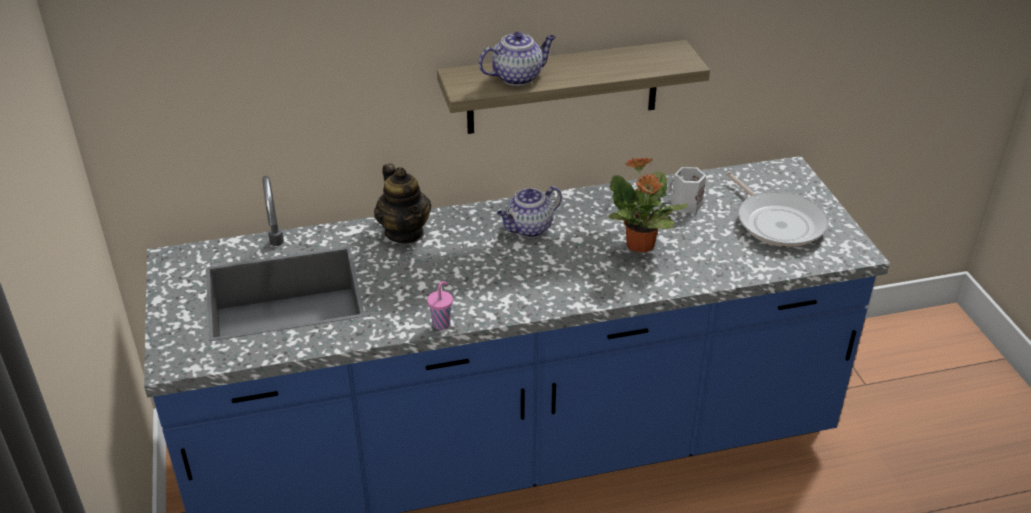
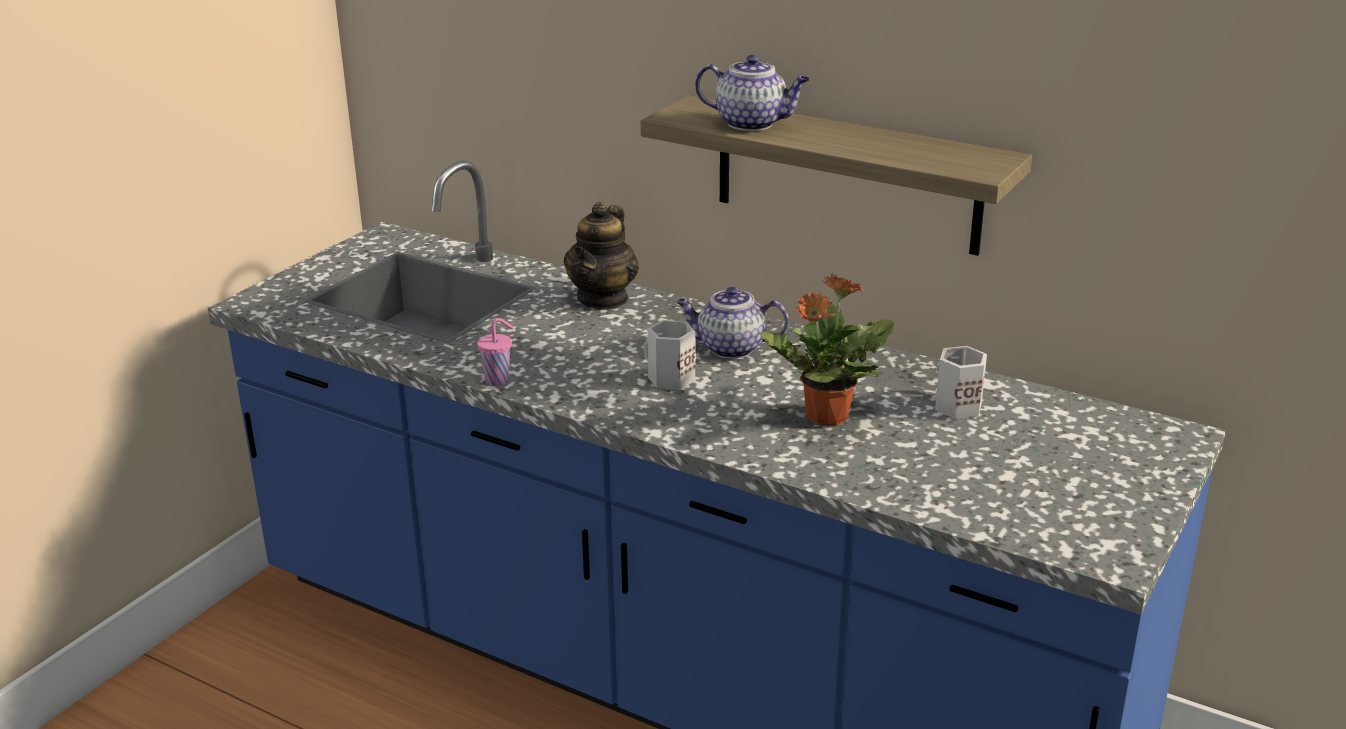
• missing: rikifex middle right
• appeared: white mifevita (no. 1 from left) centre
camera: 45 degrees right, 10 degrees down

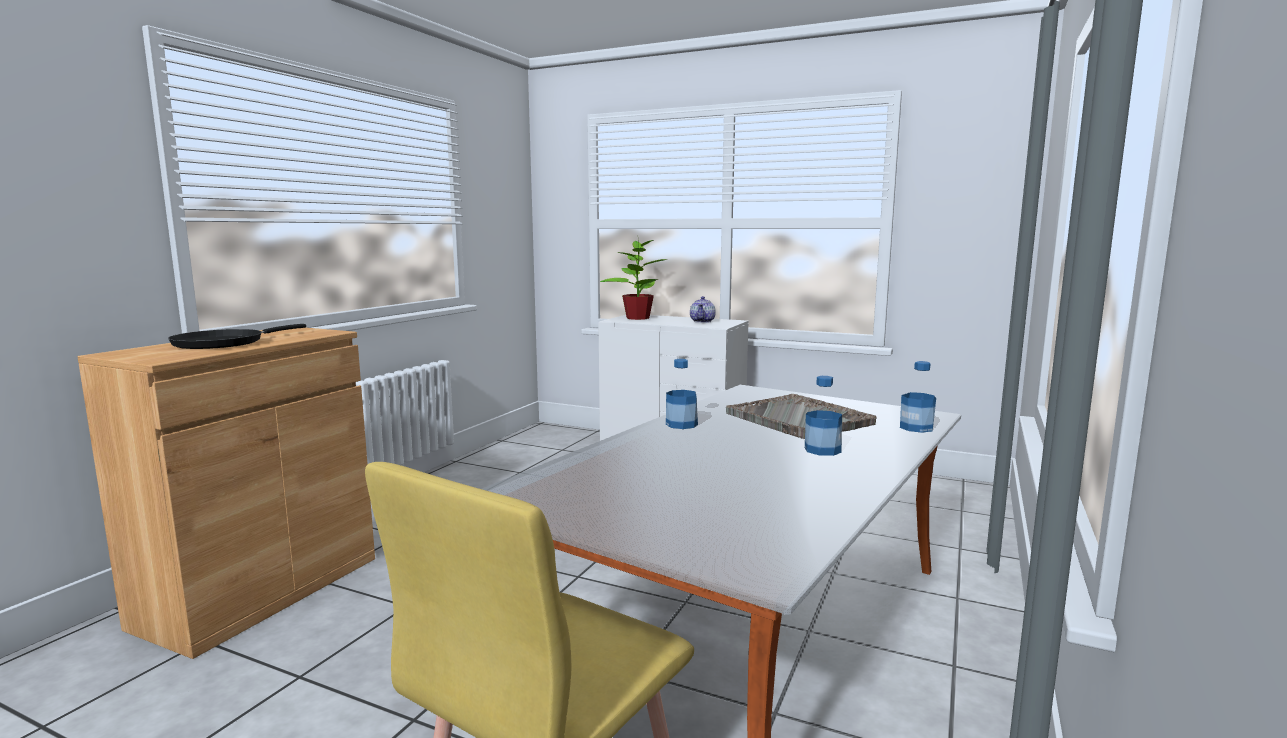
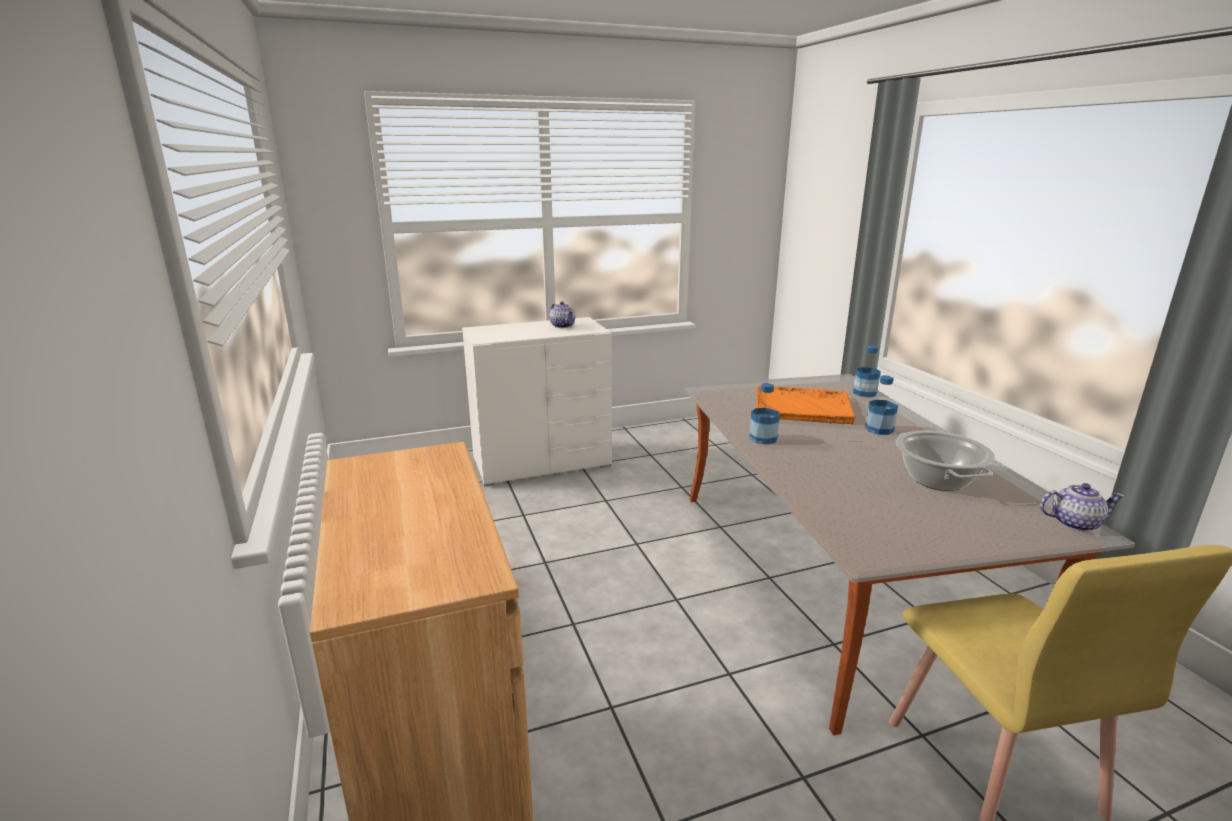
• missing: black rikifex middle left
• missing: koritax centre
• colour: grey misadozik centre to orange misadozik centre
• appeared: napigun middle right
• appeared: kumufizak (no. 2 from left) middle right
camera: 45 degrees left, 10 degrees up

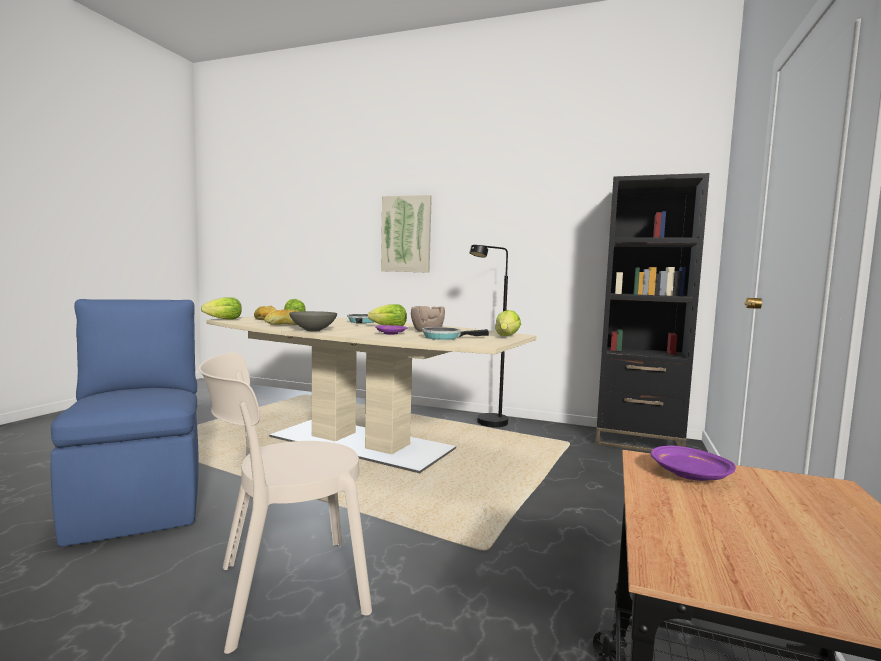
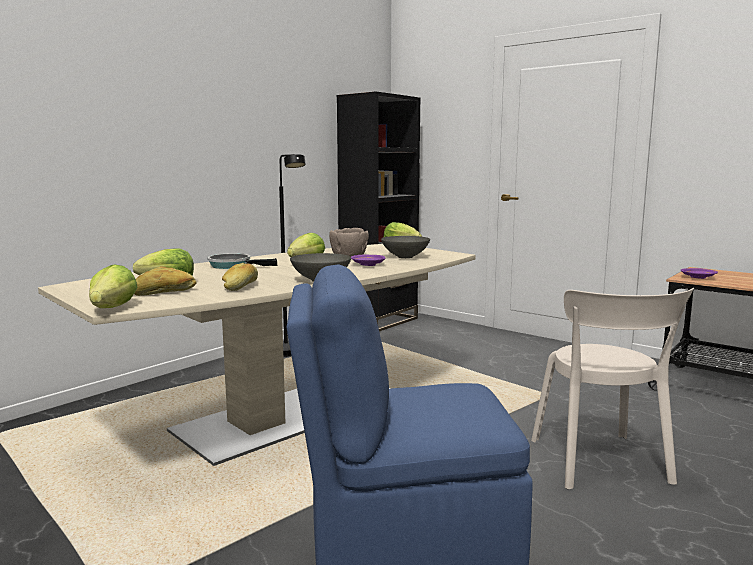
• missing: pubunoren centre
• exchanged: rikifex (no. 2 from left) centre to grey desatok (no. 2 from left) centre
camera: 70 degrees left, 5 degrees up

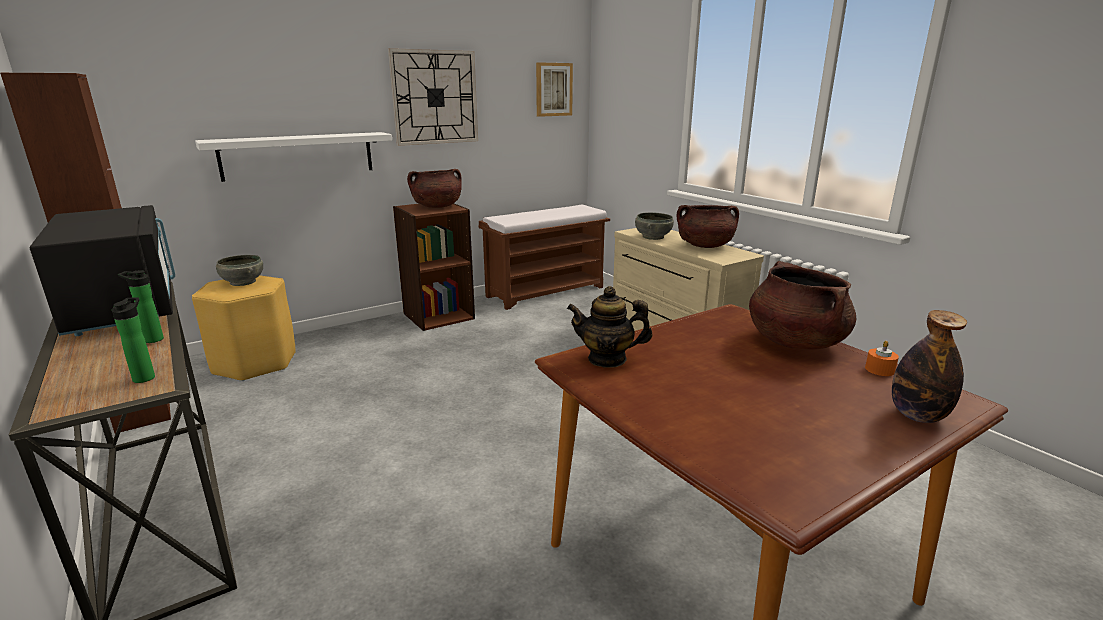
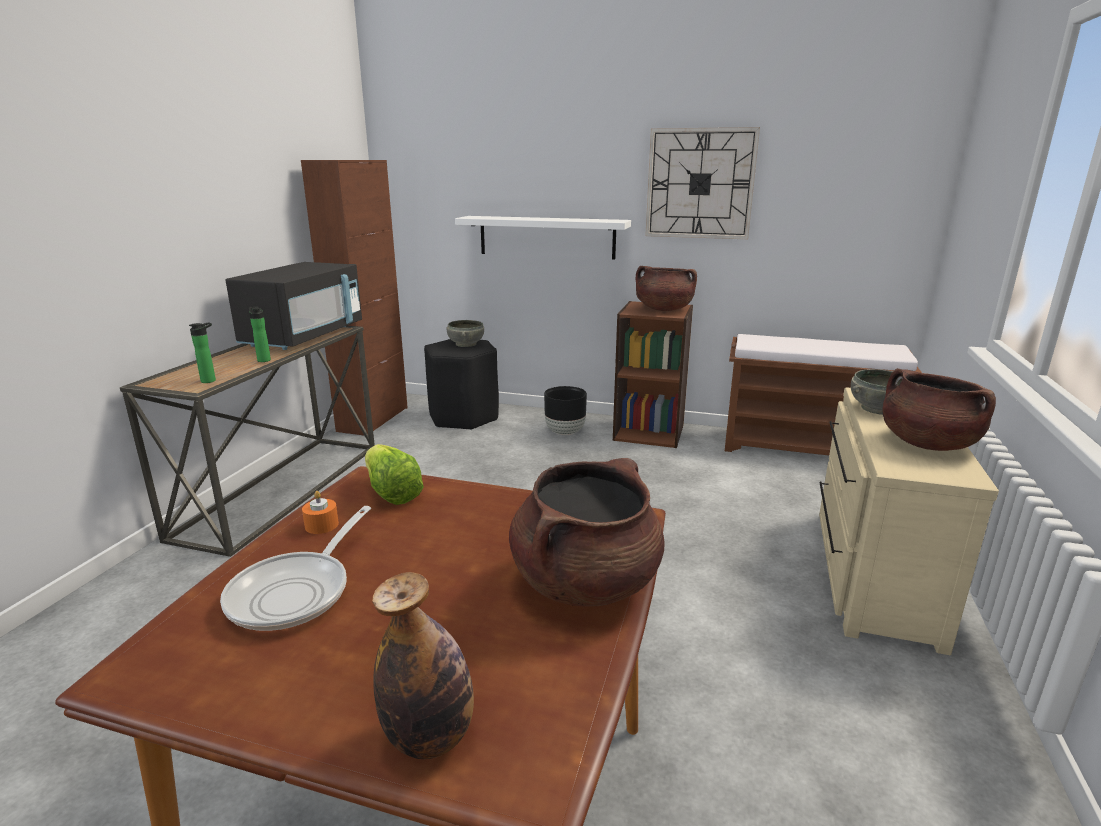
• colour: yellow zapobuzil middle left to black zapobuzil centre
• missing: pubunoren top centre
• exchanged: kumufizak centre to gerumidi centre
• relocated: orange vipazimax middle right to middle left
• appeared: rikifex bottom left
• appeared: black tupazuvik centre
camera: 50 degrees right, 0 degrees up

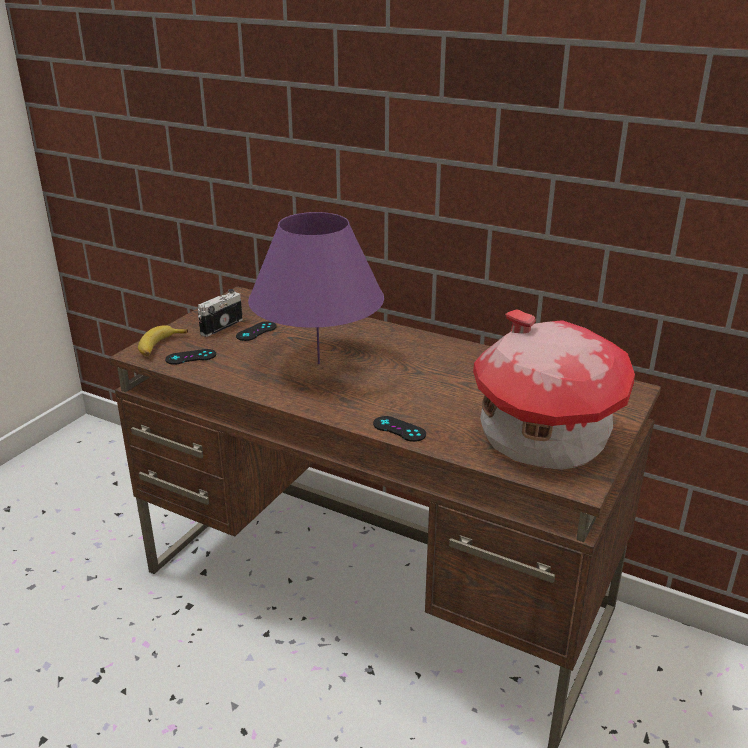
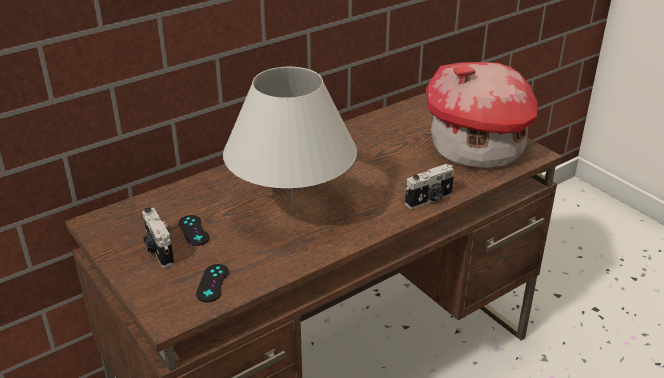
• missing: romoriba middle left
• colour: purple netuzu centre to white netuzu centre
• exchanged: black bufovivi (no. 3 from left) centre to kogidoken (no. 2 from left) centre
camera: 65 degrees left, 5 degrees up

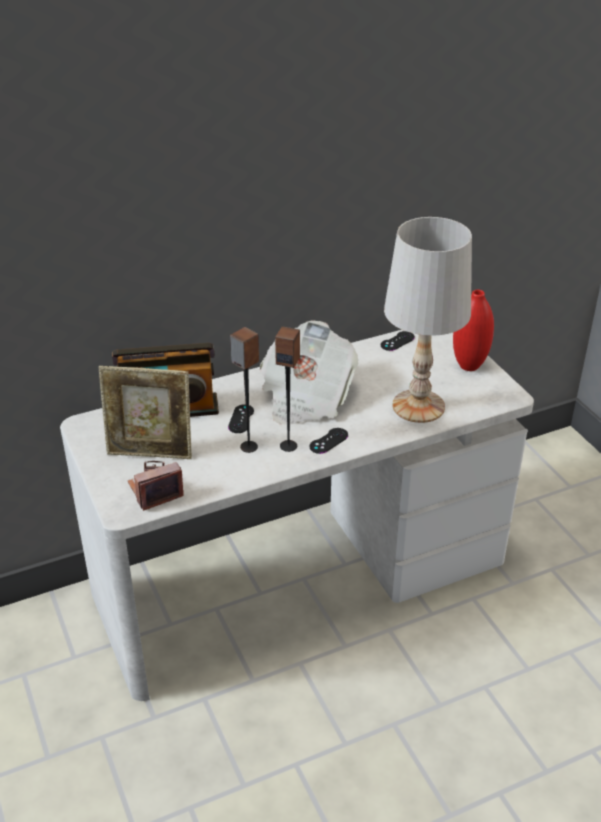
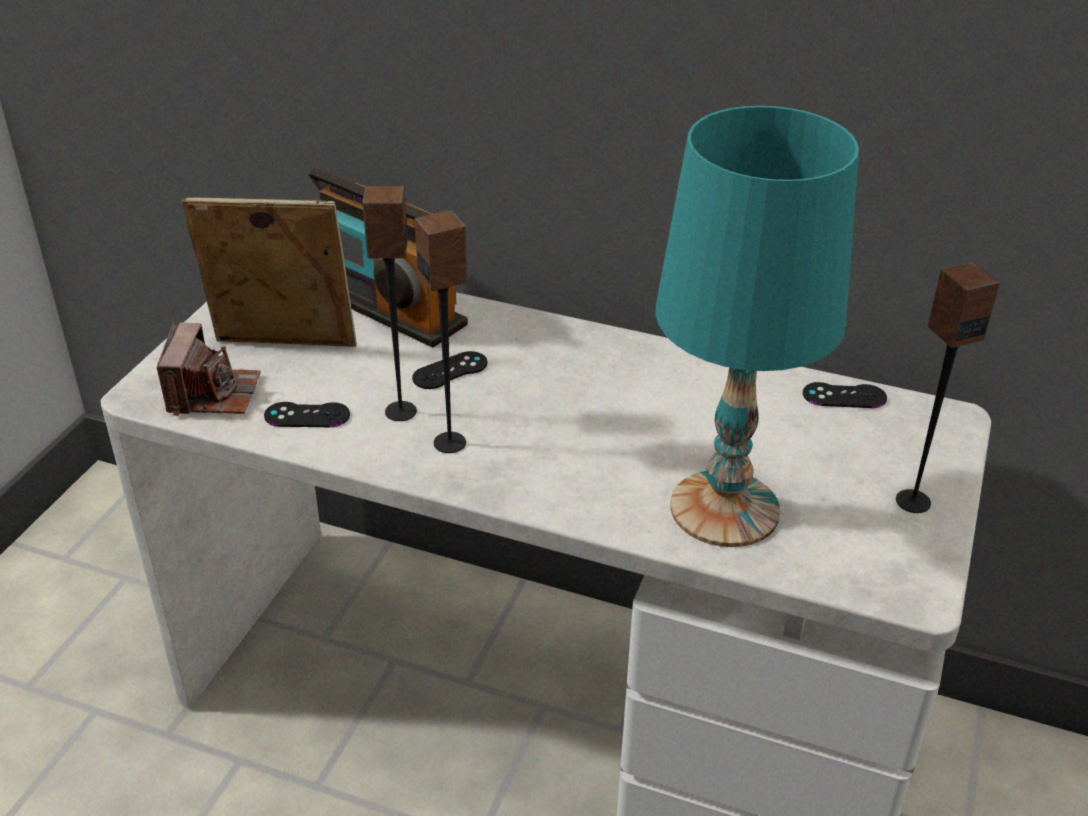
• spun: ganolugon middle left = middle left 135 degrees clockwise
• spun: kogidoken middle left = middle left 75 degrees clockwise
• missing: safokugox centre
• relocated: black bufovivi (no. 2 from left in the first image) centre to black bufovivi (no. 1 from left) middle left
• colour: white netuzu middle right to turquoise netuzu middle right
• exchanged: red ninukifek middle right to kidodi (no. 3 from left) middle right
camera: 45 degrees right, 0 degrees up

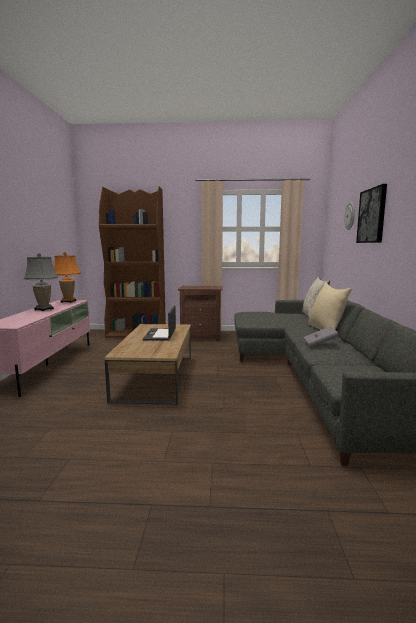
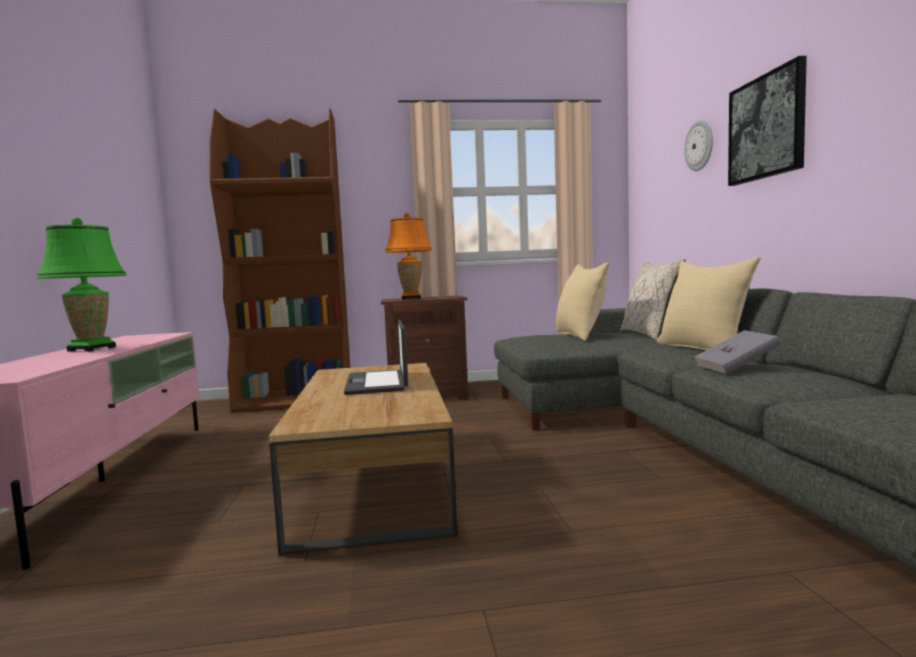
• colour: grey netuzu middle left to green netuzu middle left
• relocated: orange netuzu middle left to centre
• appeared: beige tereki (no. 1 from left) centre
camera: 10 degrees left, 5 degrees down

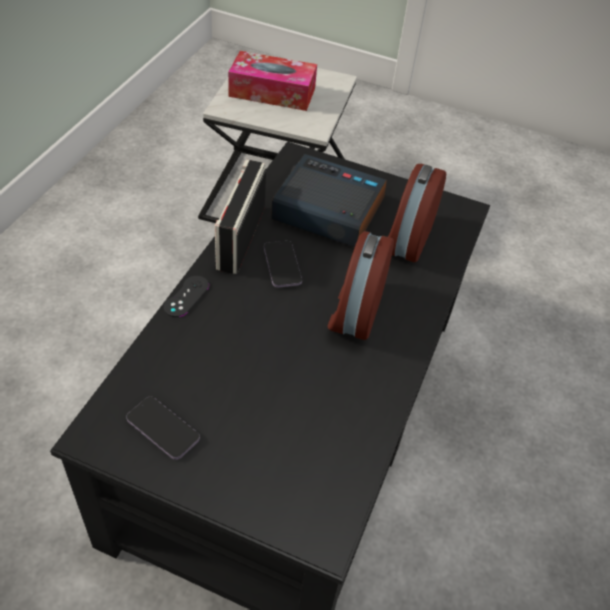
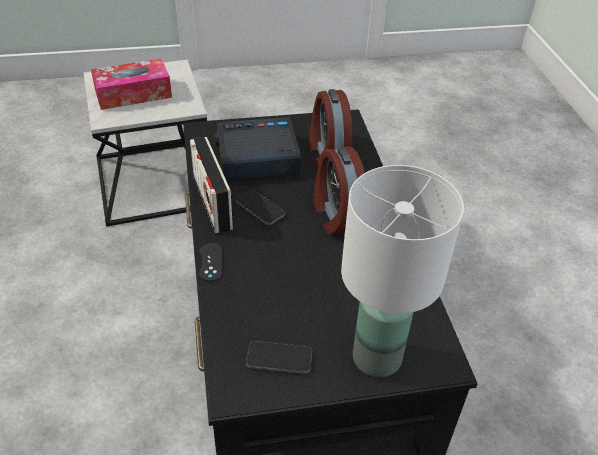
• appeared: white netuzu middle right
camera: 30 degrees left, 5 degrees down

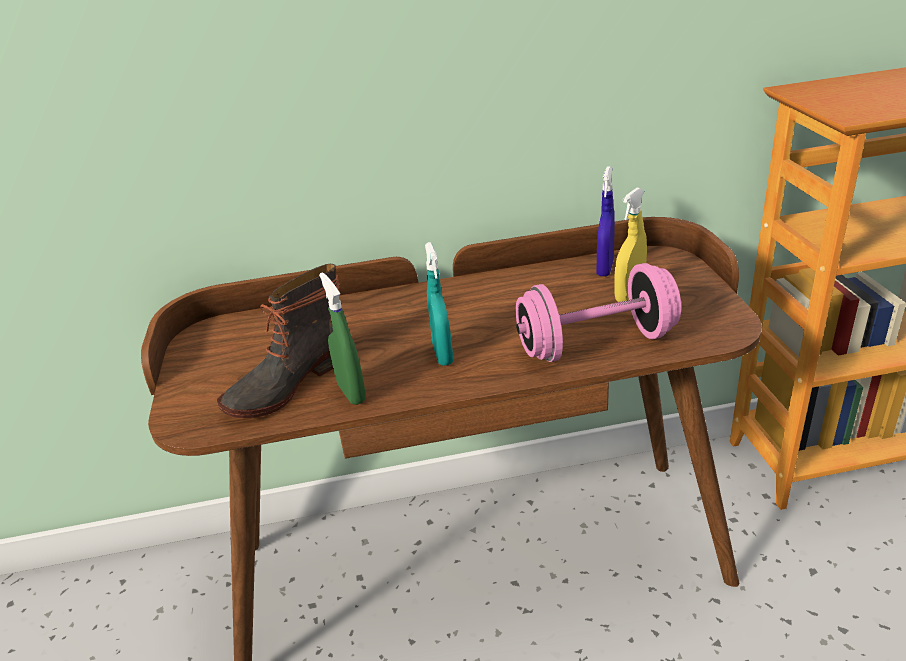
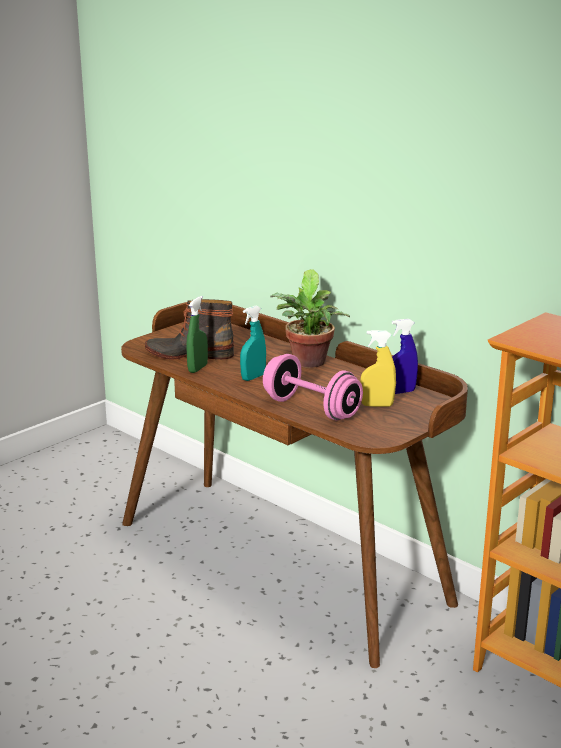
• appeared: koritax centre
camera: 50 degrees right, 10 degrees down

